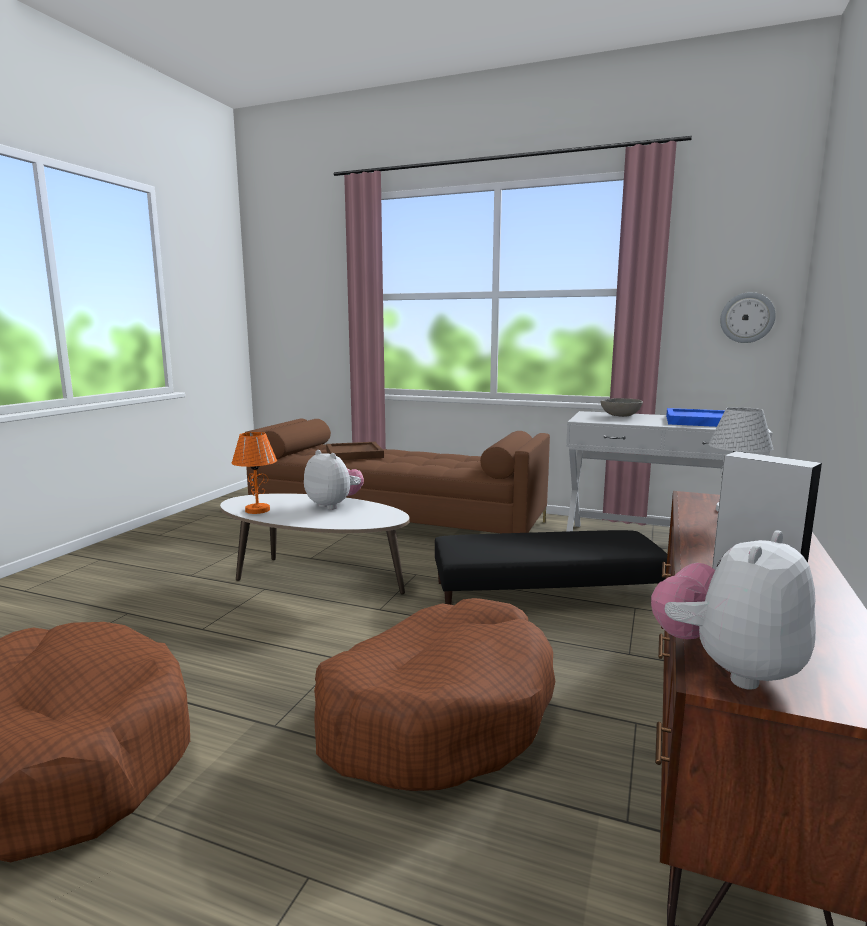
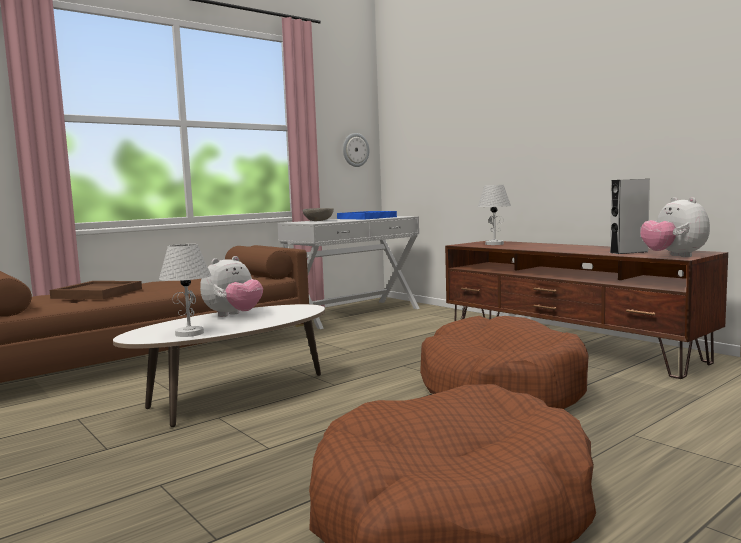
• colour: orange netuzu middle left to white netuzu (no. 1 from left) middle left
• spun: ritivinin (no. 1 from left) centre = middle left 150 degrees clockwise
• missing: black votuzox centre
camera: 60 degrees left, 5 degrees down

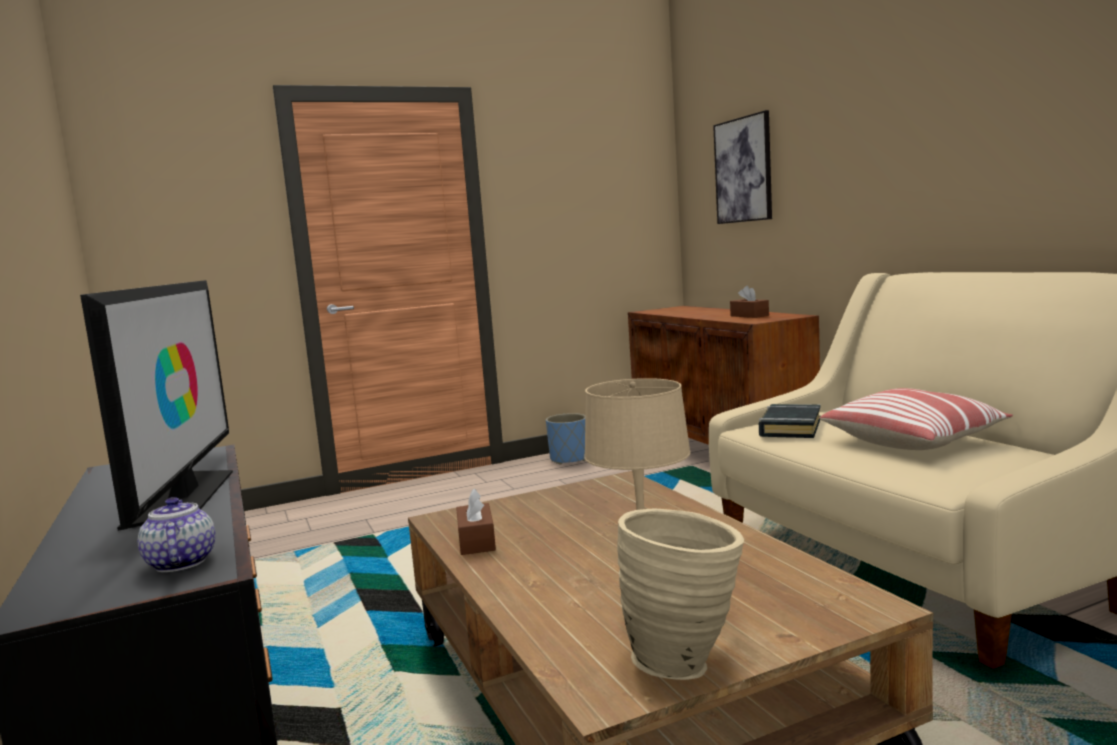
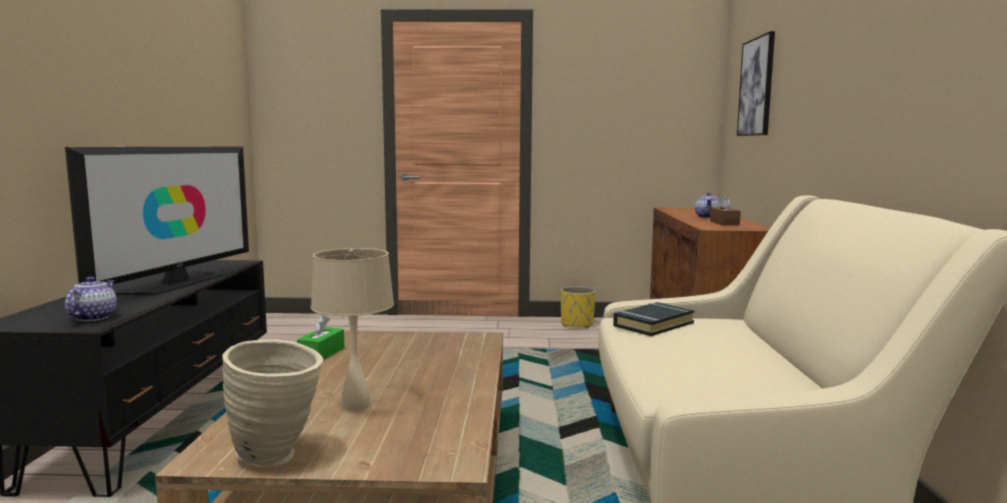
• colour: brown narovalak (no. 1 from left) bottom centre to green narovalak bottom left
• colour: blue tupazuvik centre to yellow tupazuvik centre
• missing: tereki middle right
• appeared: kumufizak (no. 2 from left) middle right
camera: 25 degrees right, 0 degrees up

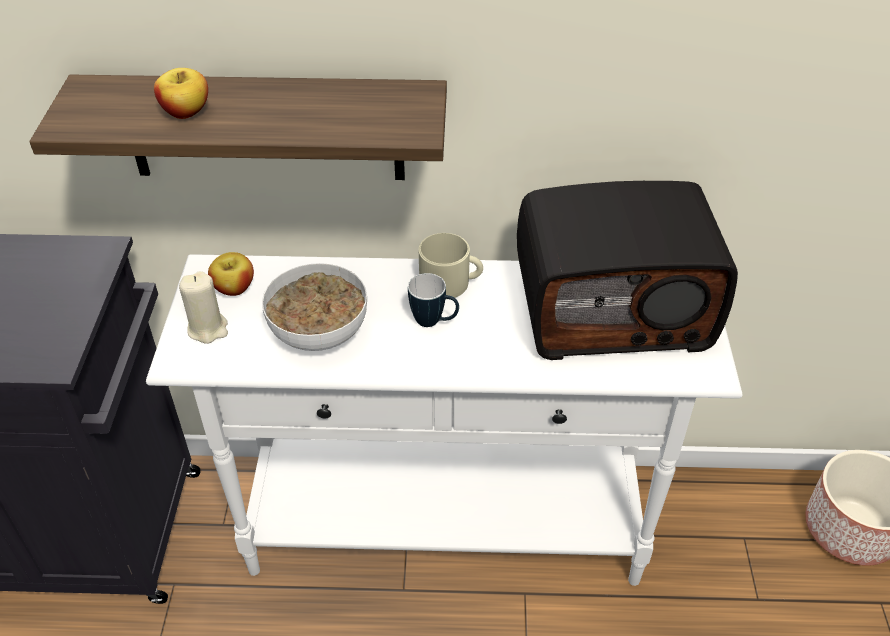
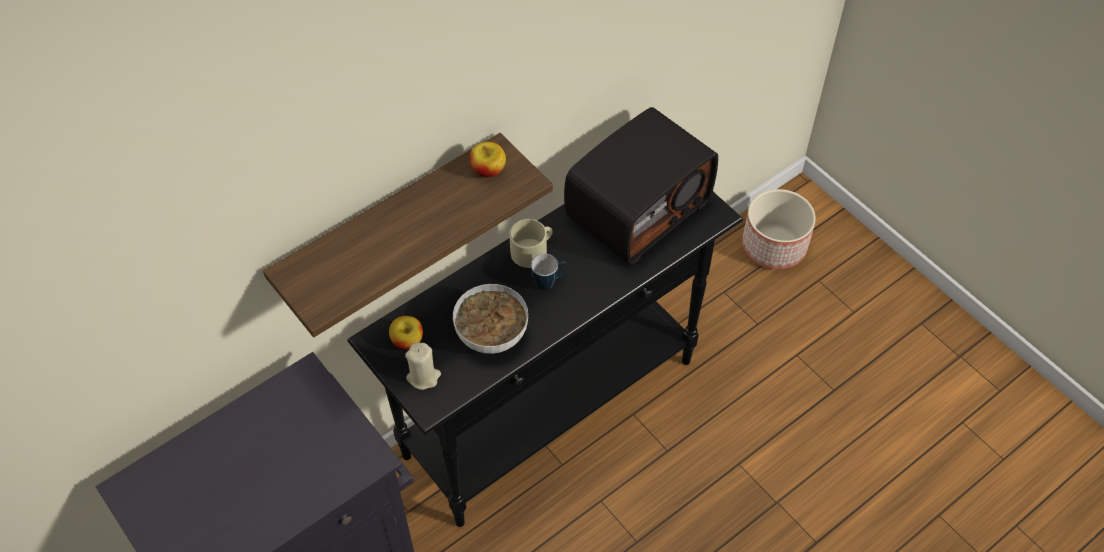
• colour: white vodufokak centre to black vodufokak centre
• relocated: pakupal (no. 1 from left in the first image) top left to pakupal (no. 2 from left) top centre
camera: 40 degrees left, 10 degrees up

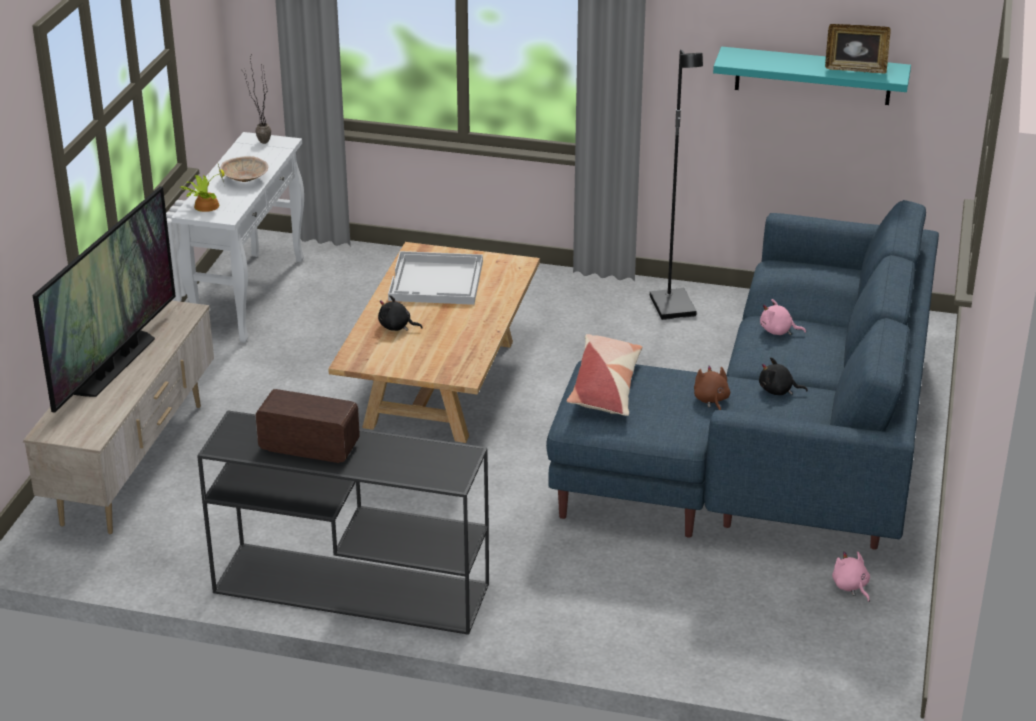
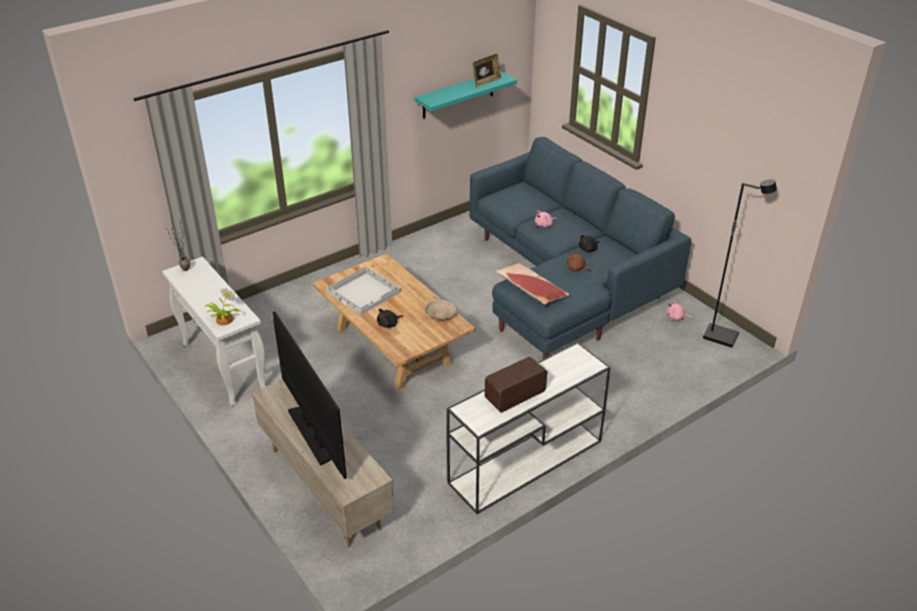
• colour: black vodufokak bottom left to white vodufokak (no. 2 from left) bottom centre
• relocated: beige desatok top left to centre
• relocated: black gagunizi top centre to middle right
camera: 50 degrees left, 5 degrees up

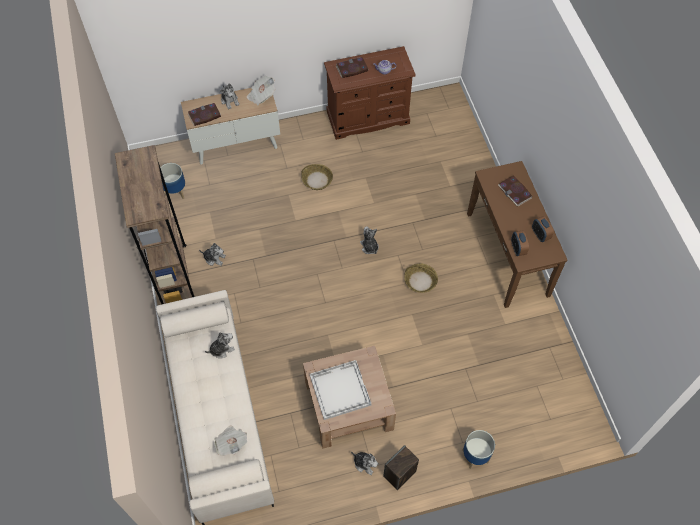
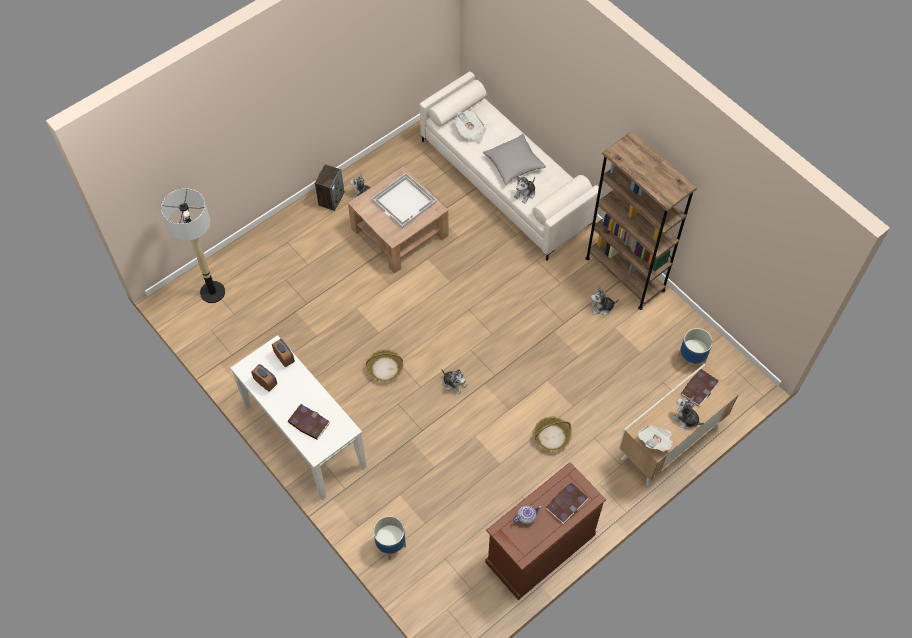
• relocated: tupazuvik (no. 2 from left in the first image) bottom right to tupazuvik (no. 1 from left) bottom centre
• colour: brown vodufokak middle right to white vodufokak middle left
• appeared: gagunizi middle left
• appeared: grey tereki top centre
camera: 155 degrees right, 0 degrees up

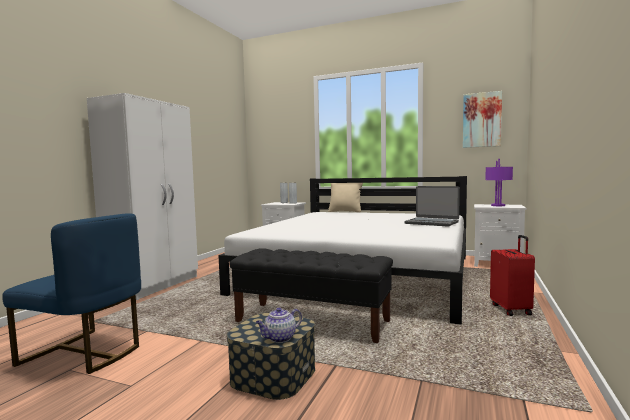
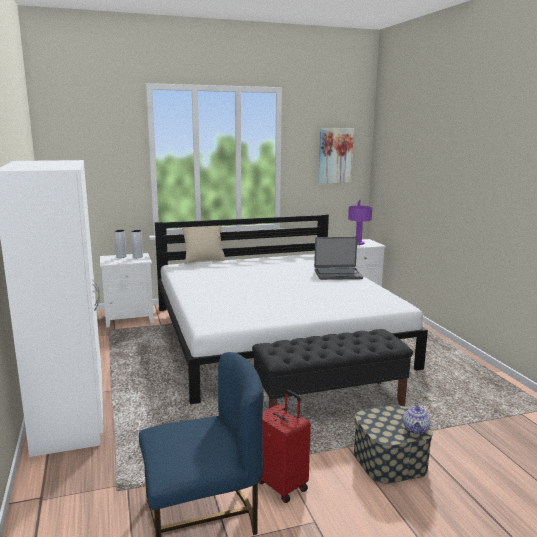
• relocated: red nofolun middle right to bottom centre
camera: 40 degrees left, 10 degrees up

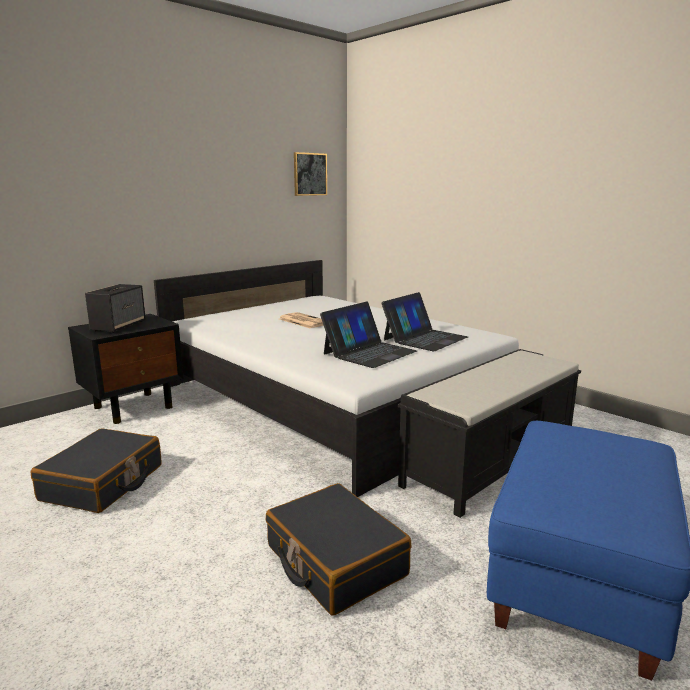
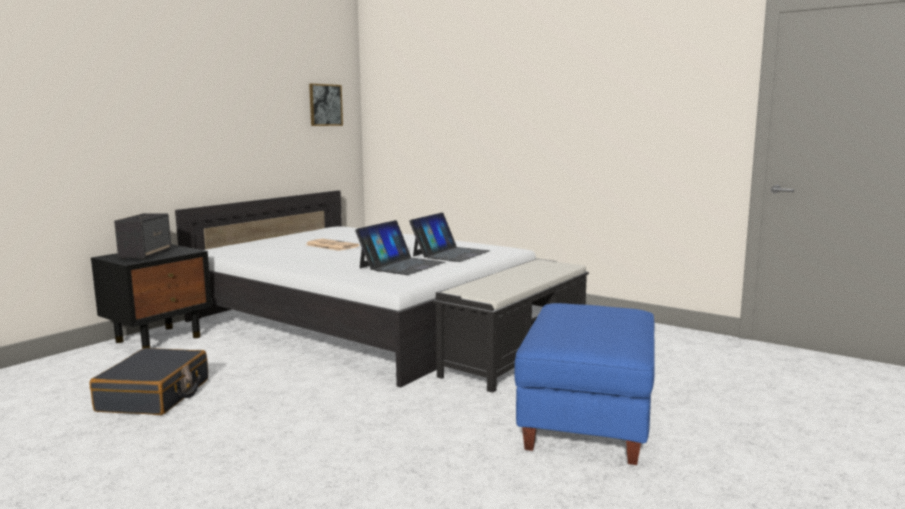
• missing: black nofolun (no. 2 from left) bottom centre
camera: 10 degrees left, 5 degrees down

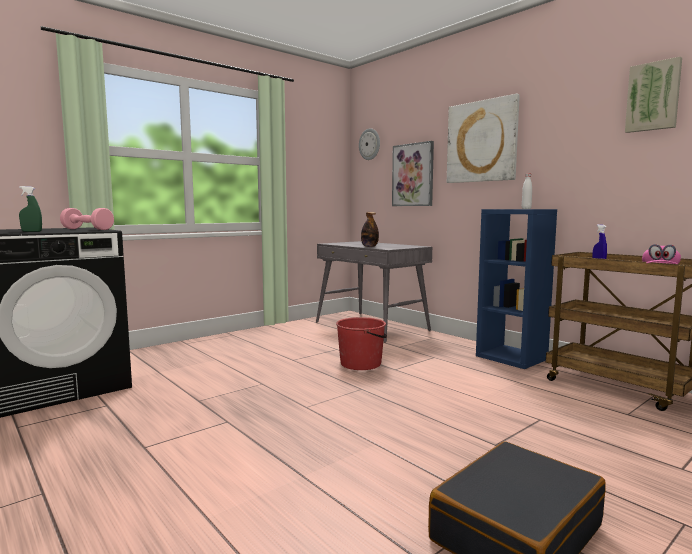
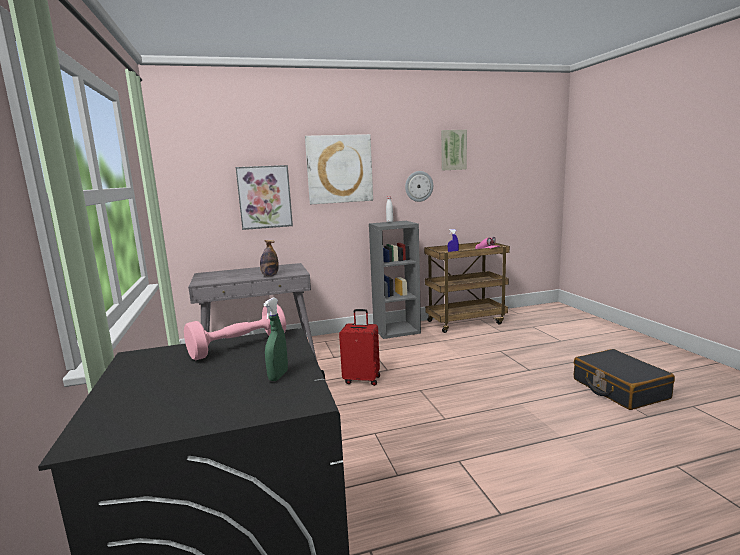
• exchanged: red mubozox centre to red nofolun centre
• relocated: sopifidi top centre to centre
• colour: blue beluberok middle right to grey beluberok centre
camera: 65 degrees left, 5 degrees up

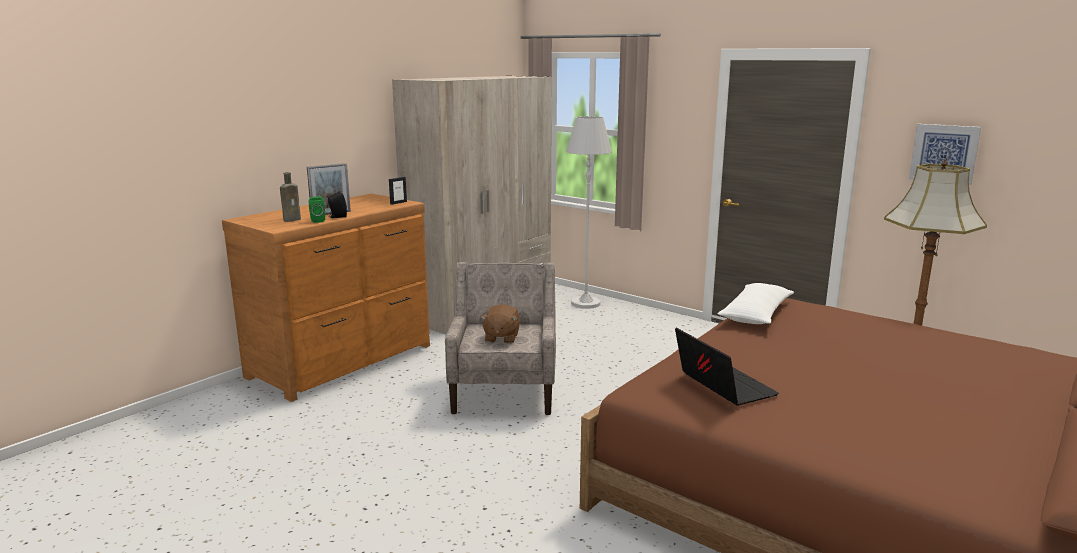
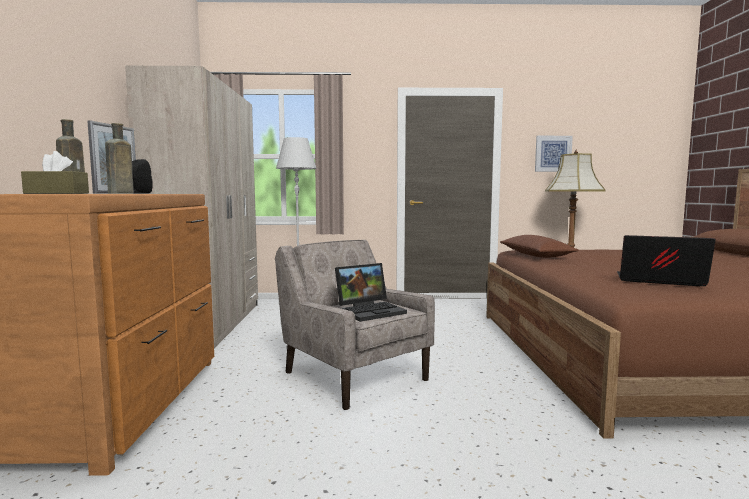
• exchanged: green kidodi middle left to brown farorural (no. 2 from left) top left
• missing: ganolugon (no. 2 from left) centre
• exchanged: brown ritivinin centre to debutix (no. 1 from left) centre
• colour: white tereki middle right to brown tereki middle right
• appeared: brown narovalak middle left
camera: 40 degrees left, 10 degrees down

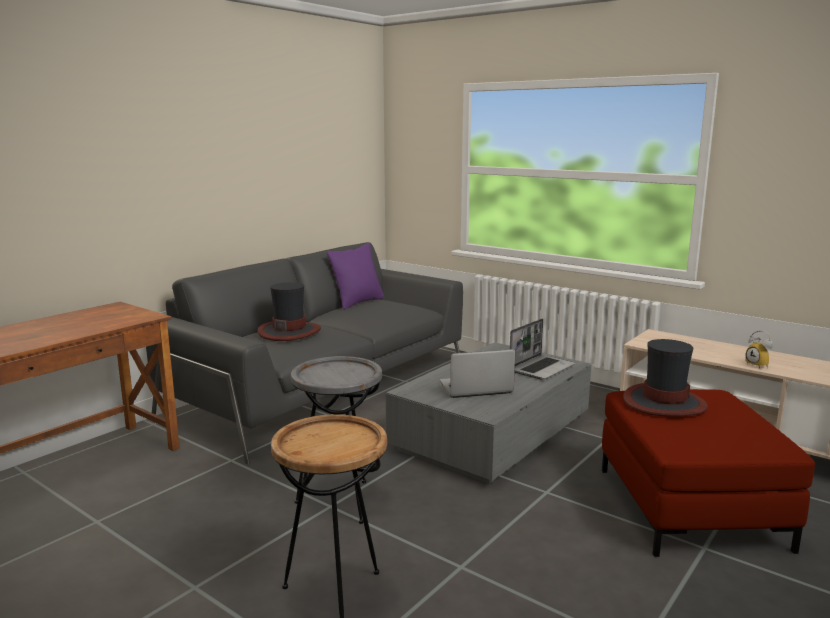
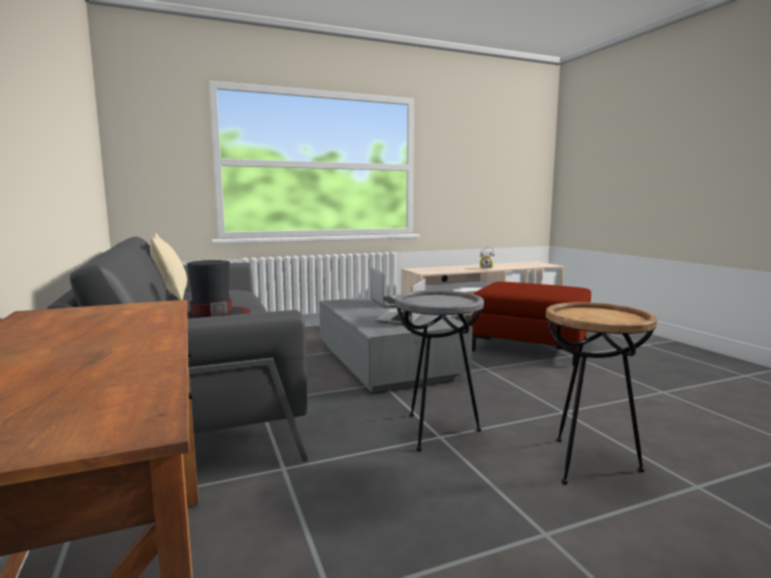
• colour: purple tereki centre to beige tereki middle left
• missing: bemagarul (no. 2 from left) middle right
camera: 60 degrees left, 5 degrees down

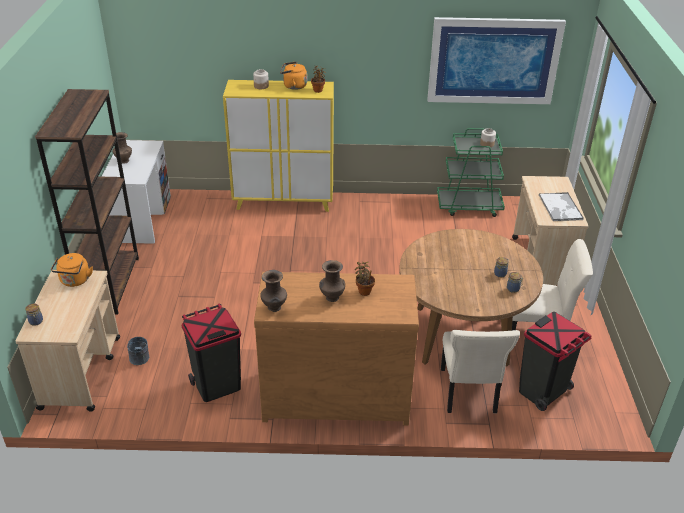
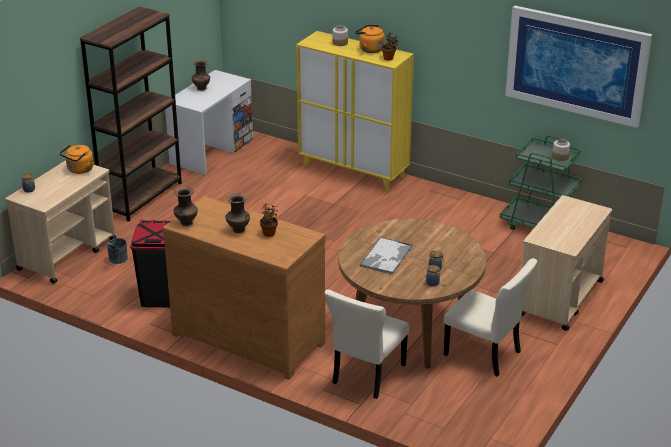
• missing: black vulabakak (no. 2 from left) bottom right
• relocated: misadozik middle right to centre
camera: 30 degrees right, 5 degrees down

